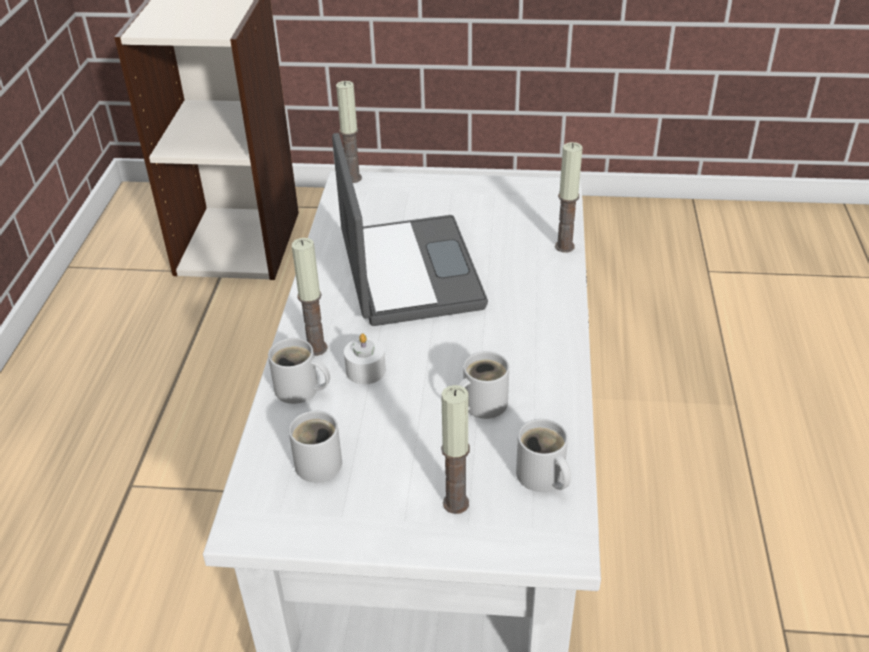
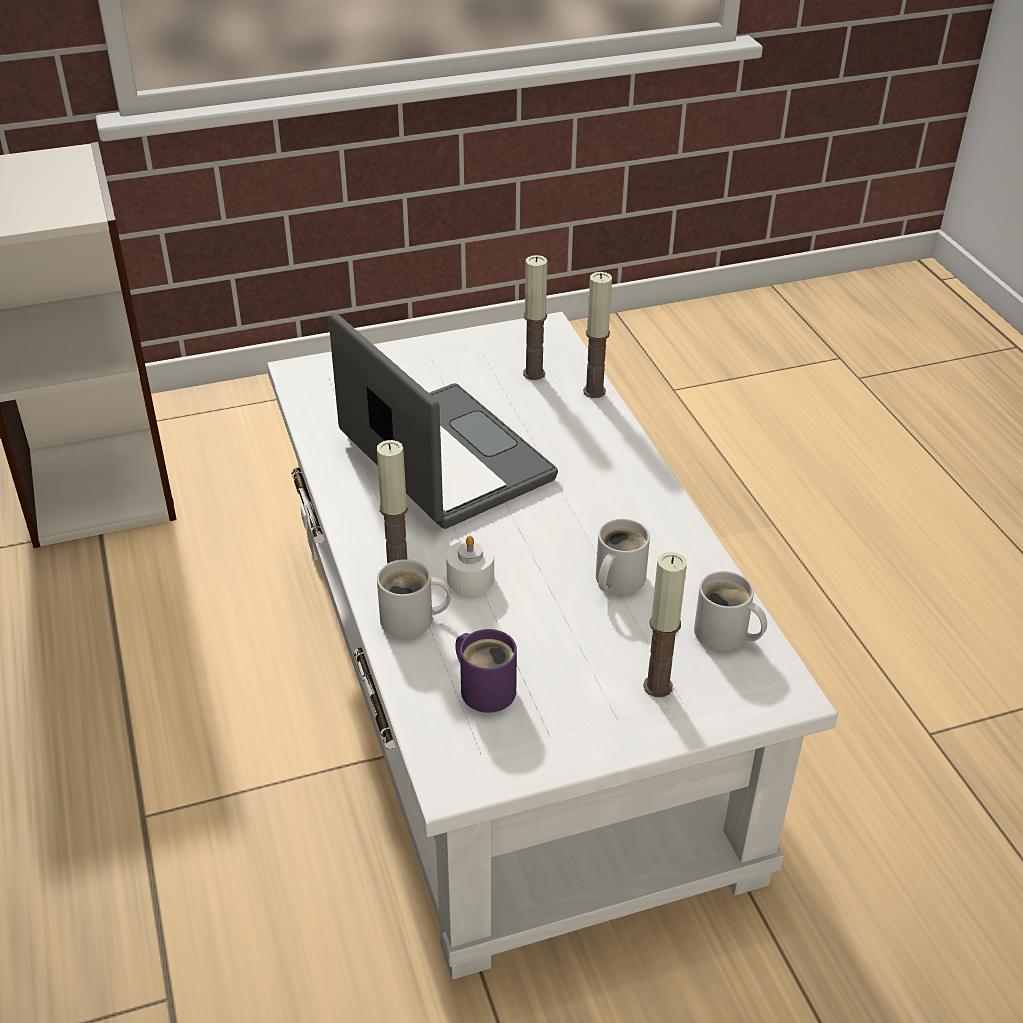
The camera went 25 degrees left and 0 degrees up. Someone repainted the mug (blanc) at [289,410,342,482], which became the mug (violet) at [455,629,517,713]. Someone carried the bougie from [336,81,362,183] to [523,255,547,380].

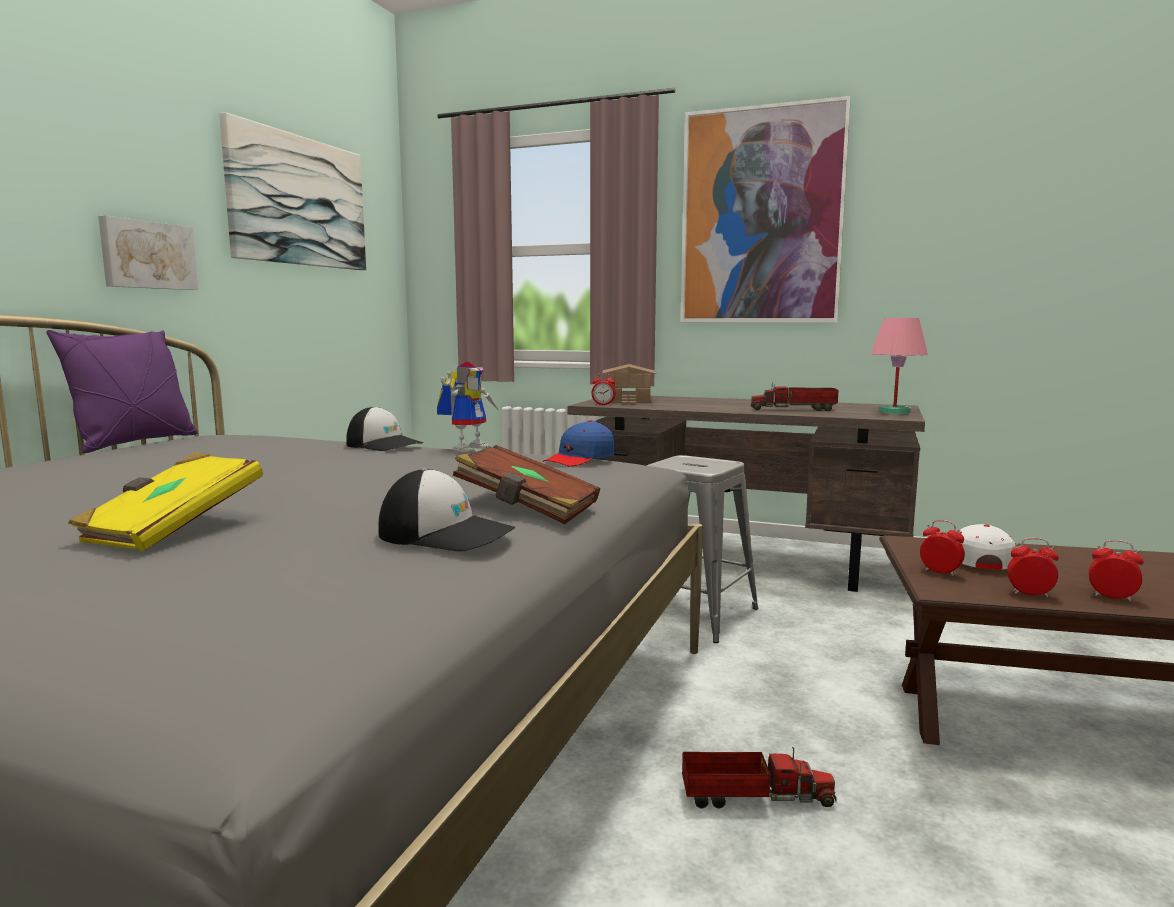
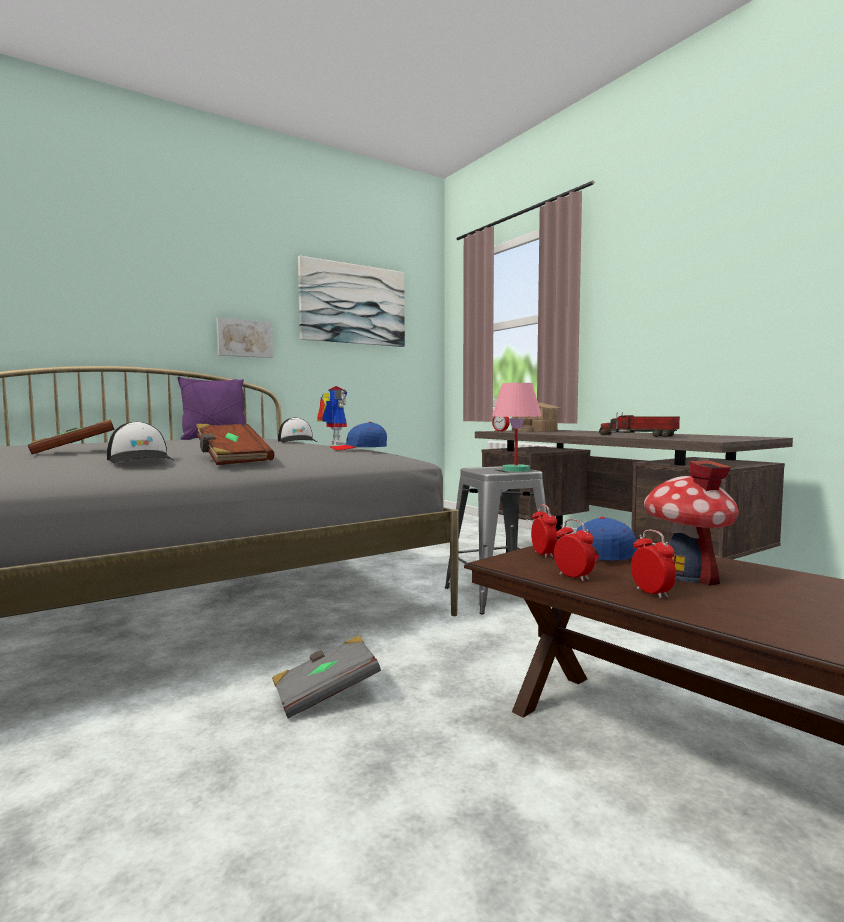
The camera went 35 degrees right and 5 degrees down. Someone repainted the livre (jaune) at [68,452,263,551], which became the livre (marron) at [28,419,115,454]. Someone swapped the camion jouet at [682,747,837,808] for the livre (gris) at [272,635,381,718]. Someone rotated the robot jouet at [437,362,498,452] by 90 degrees counterclockwise. Someone carried the lampe de table (rose) from [871,318,928,414] to [492,383,542,472]. Someone repainted the casquette (blanc) at [959,524,1016,569], which became the casquette (bleu) at [576,517,639,561]. Someone put down the maison miniature at [644,460,739,586]. Someone took away the tableau at [681,96,851,322].

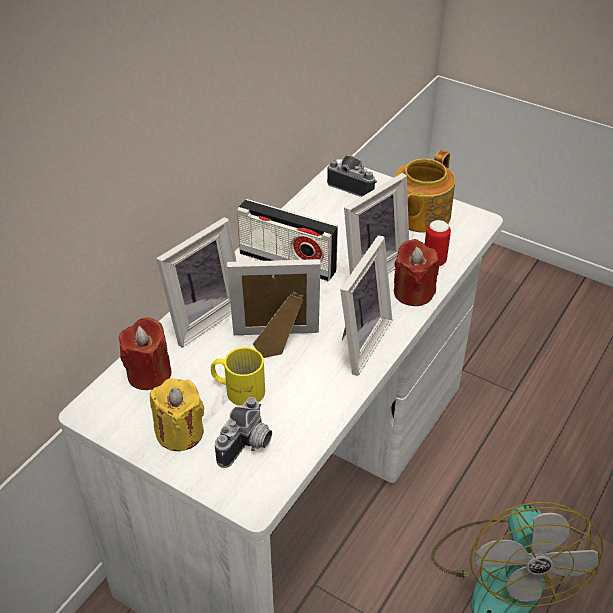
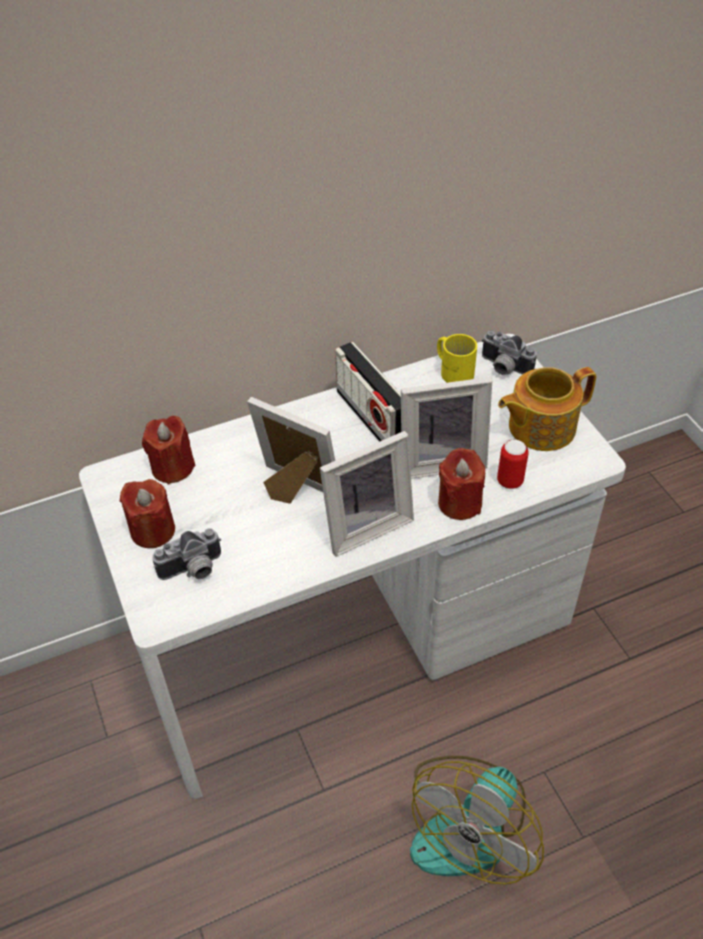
The camera went 35 degrees right and 5 degrees up. Someone repainted the bougie (jaune) at [150,378,204,451], which became the bougie (rouge) at [120,479,175,548]. Someone carried the mug (jaune) from [211,347,265,406] to [437,334,477,383]. Someone rotated the appareil photo at [327,155,377,197] by 150 degrees clockwise. Someone took away the cadre photo at [156,217,237,347].

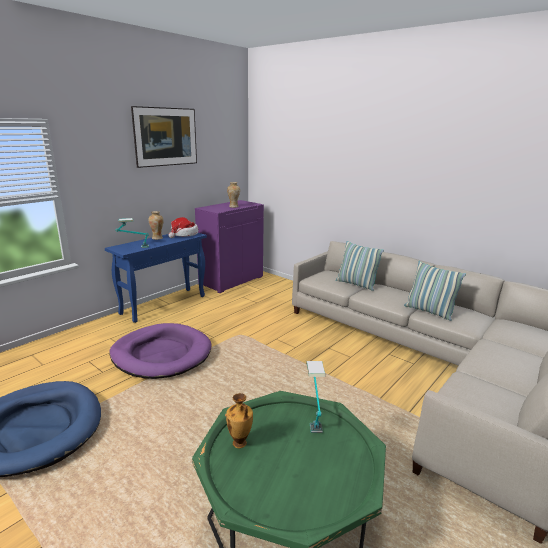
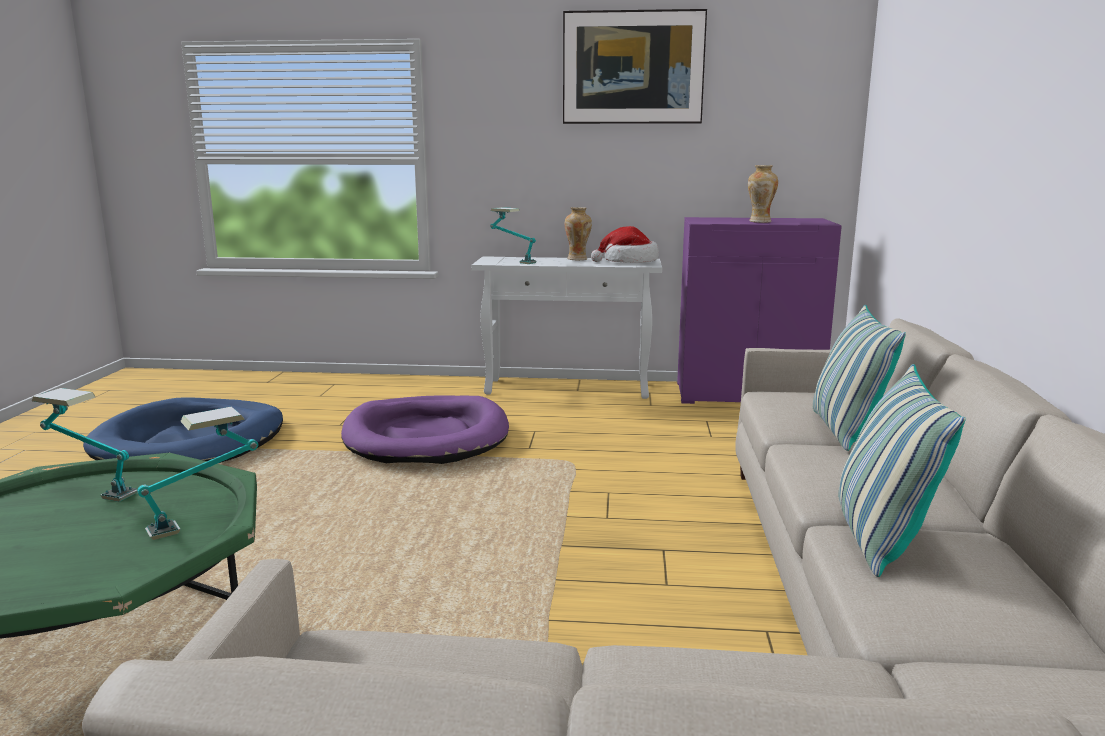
The camera went 55 degrees right and 5 degrees down. Someone swapped the vase at [226,393,253,448] for the lampe de table at [32,388,137,502]. Someone repainted the table console (bleu) at [105,233,207,323], which became the table console (blanc) at [472,256,662,399].

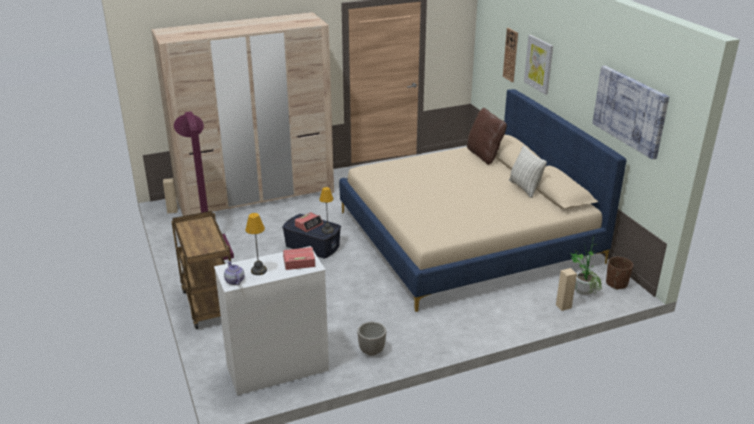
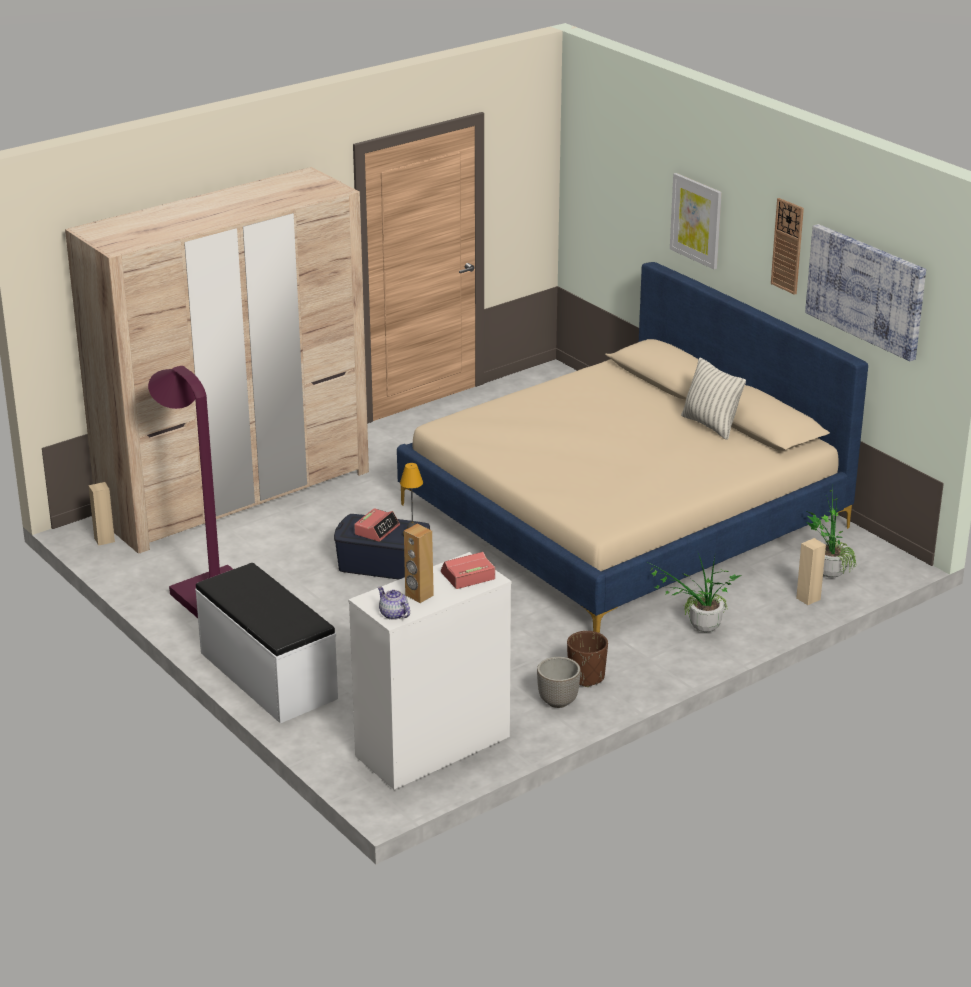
The camera went 15 degrees left and 0 degrees up. Someone swapped the chariot (marron) at [171,211,231,329] for the banc (blanc) at [195,563,338,723]. Someone swapped the lampe de table at [246,213,267,275] for the enceinte (marron) at [404,523,434,603]. Someone carried the cache-pot (marron) from [606,257,633,290] to [567,631,608,687]. Someone put down the plante en pot at [651,552,742,632]. Someone carried the horloge murale from [503,28,518,82] to [771,198,804,295]. Someone took away the coussin (marron) at [467,108,507,165].

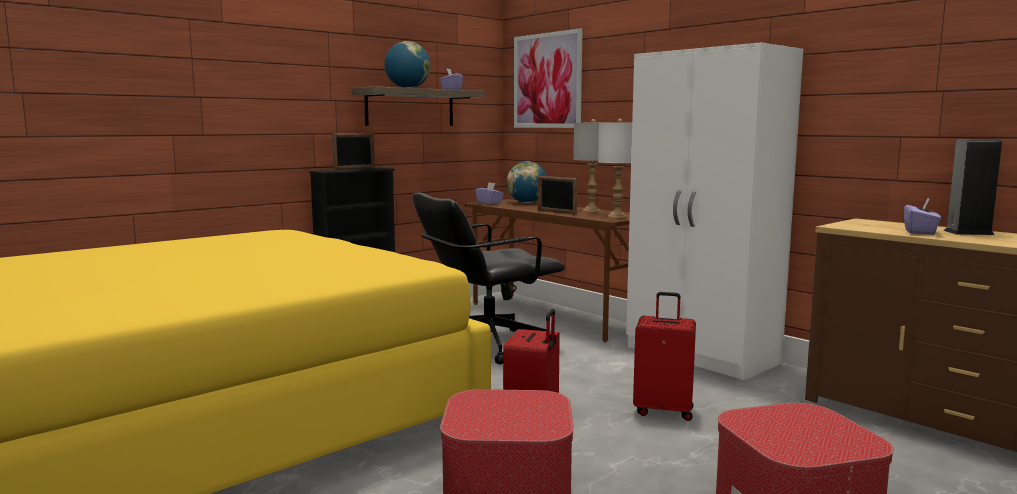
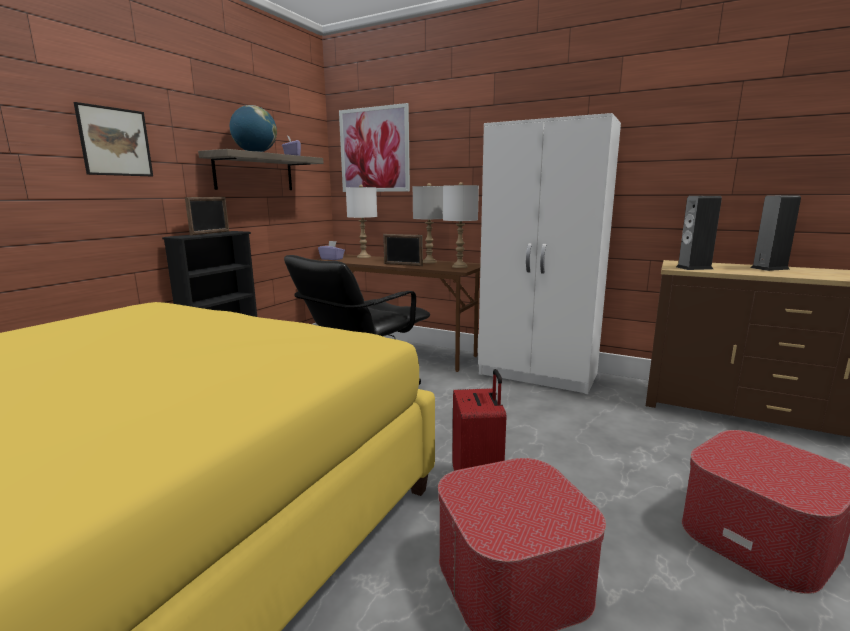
The camera went 20 degrees left and 5 degrees up. Someone put up the tableau at [74,102,153,176]. Someone swapped the globe at [507,162,547,203] for the lampe de table (blanc) at [346,185,377,258]. Someone put down the enceinte at [676,196,722,270]. Someone took away the valise (rouge) at [633,292,696,421]. Someone took away the boîte à mouchoirs (violet) at [904,198,941,235].

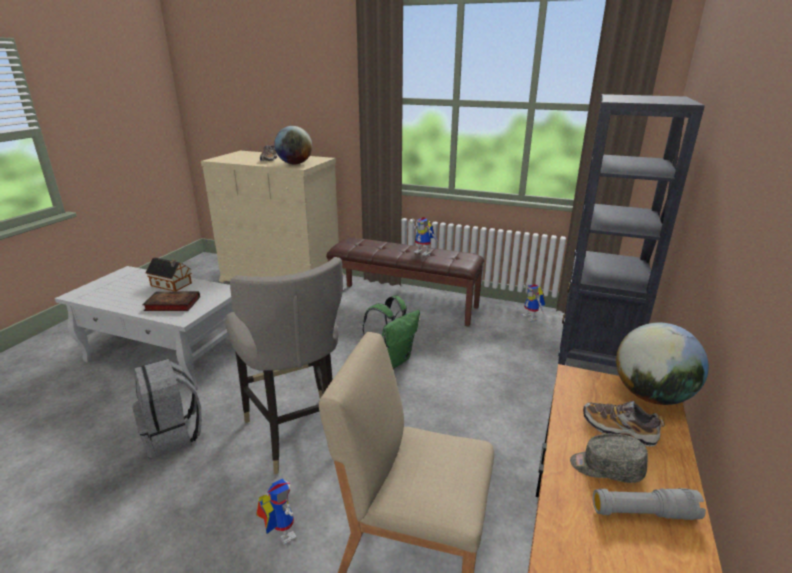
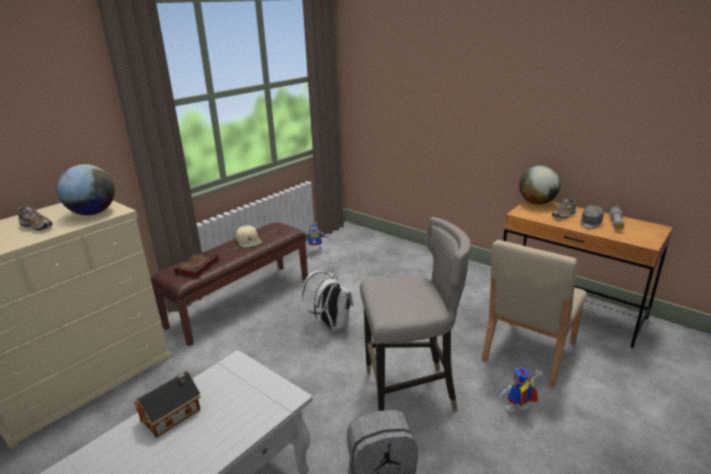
The camera went 70 degrees left and 0 degrees up. Someone carried the livre from [142,291,200,311] to [174,251,220,278]. Someone swapped the robot jouet at [409,217,439,256] for the casquette (beige) at [236,225,262,247]. Someone repainted the sac à dos (vert) at [363,296,420,368], which became the sac à dos (blanc) at [302,270,353,331]. Someone took away the bibliothèque (noir) at [556,94,705,375].

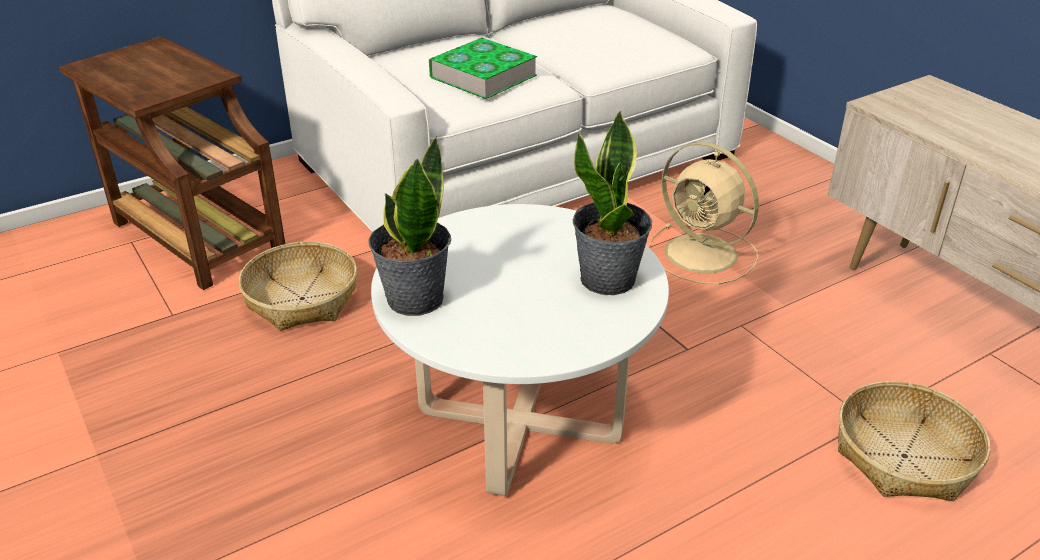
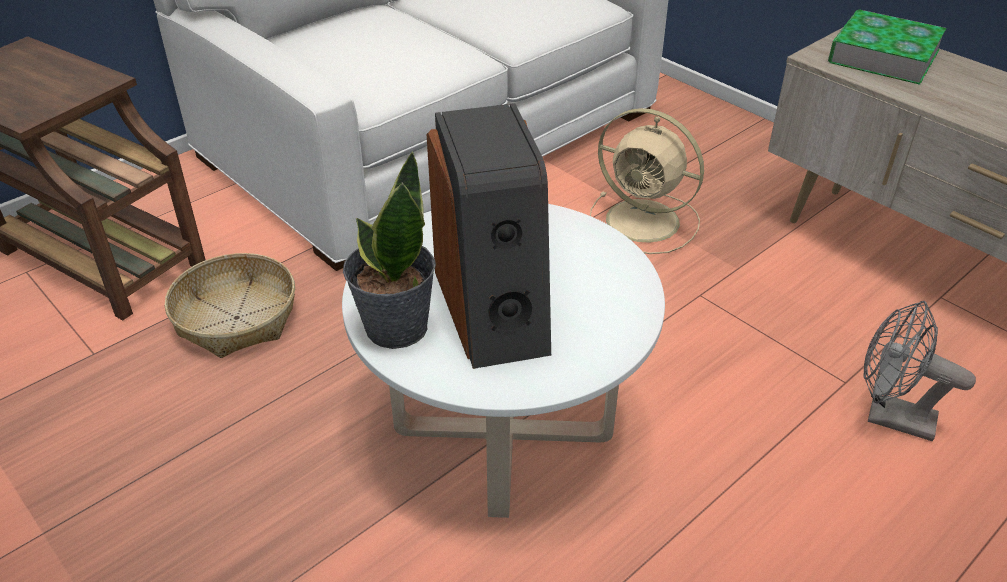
The camera went 10 degrees left and 5 degrees up. Someone put down the enceinte at [427,103,551,369]. Someone carried the livre from [429,38,537,99] to [828,9,946,85]. Someone swapped the panier at [838,381,990,501] for the ventilateur (gris) at [863,301,976,441]. Someone took away the plante en pot at [573,111,652,295].

